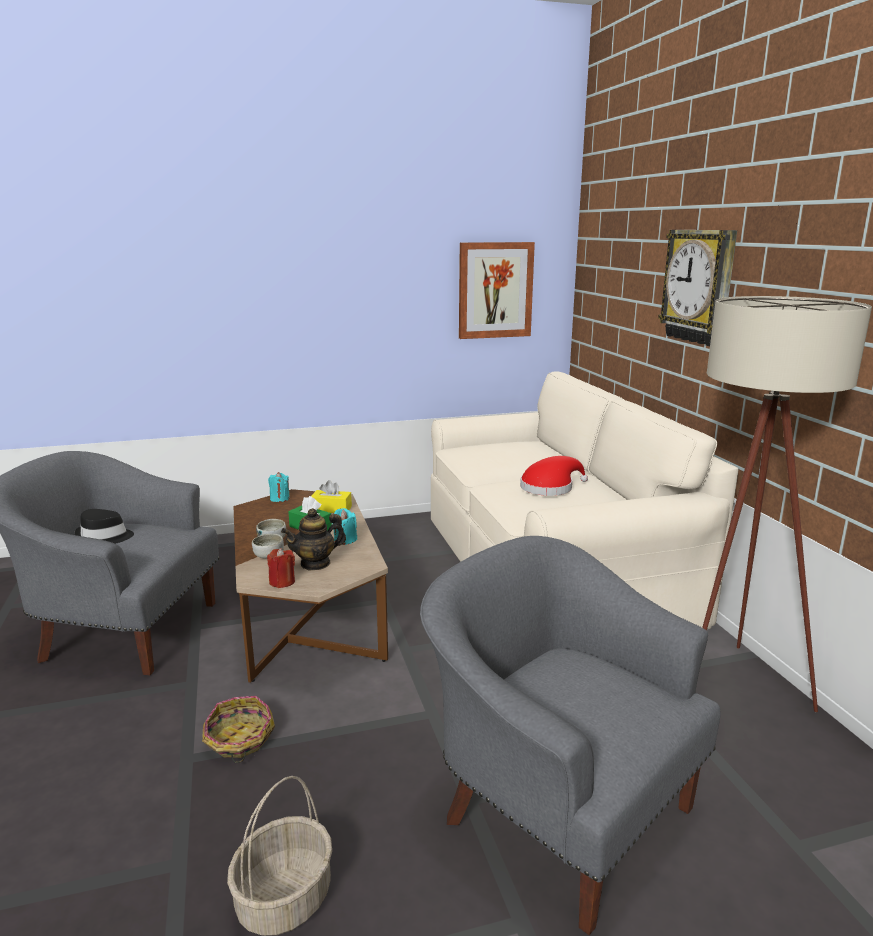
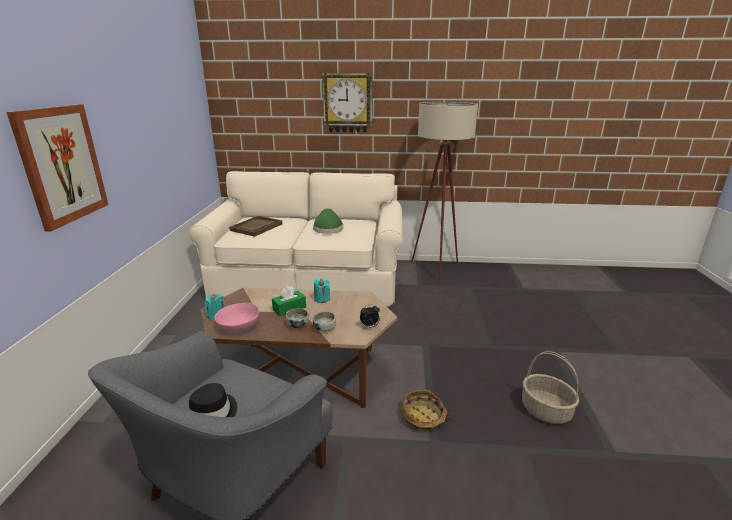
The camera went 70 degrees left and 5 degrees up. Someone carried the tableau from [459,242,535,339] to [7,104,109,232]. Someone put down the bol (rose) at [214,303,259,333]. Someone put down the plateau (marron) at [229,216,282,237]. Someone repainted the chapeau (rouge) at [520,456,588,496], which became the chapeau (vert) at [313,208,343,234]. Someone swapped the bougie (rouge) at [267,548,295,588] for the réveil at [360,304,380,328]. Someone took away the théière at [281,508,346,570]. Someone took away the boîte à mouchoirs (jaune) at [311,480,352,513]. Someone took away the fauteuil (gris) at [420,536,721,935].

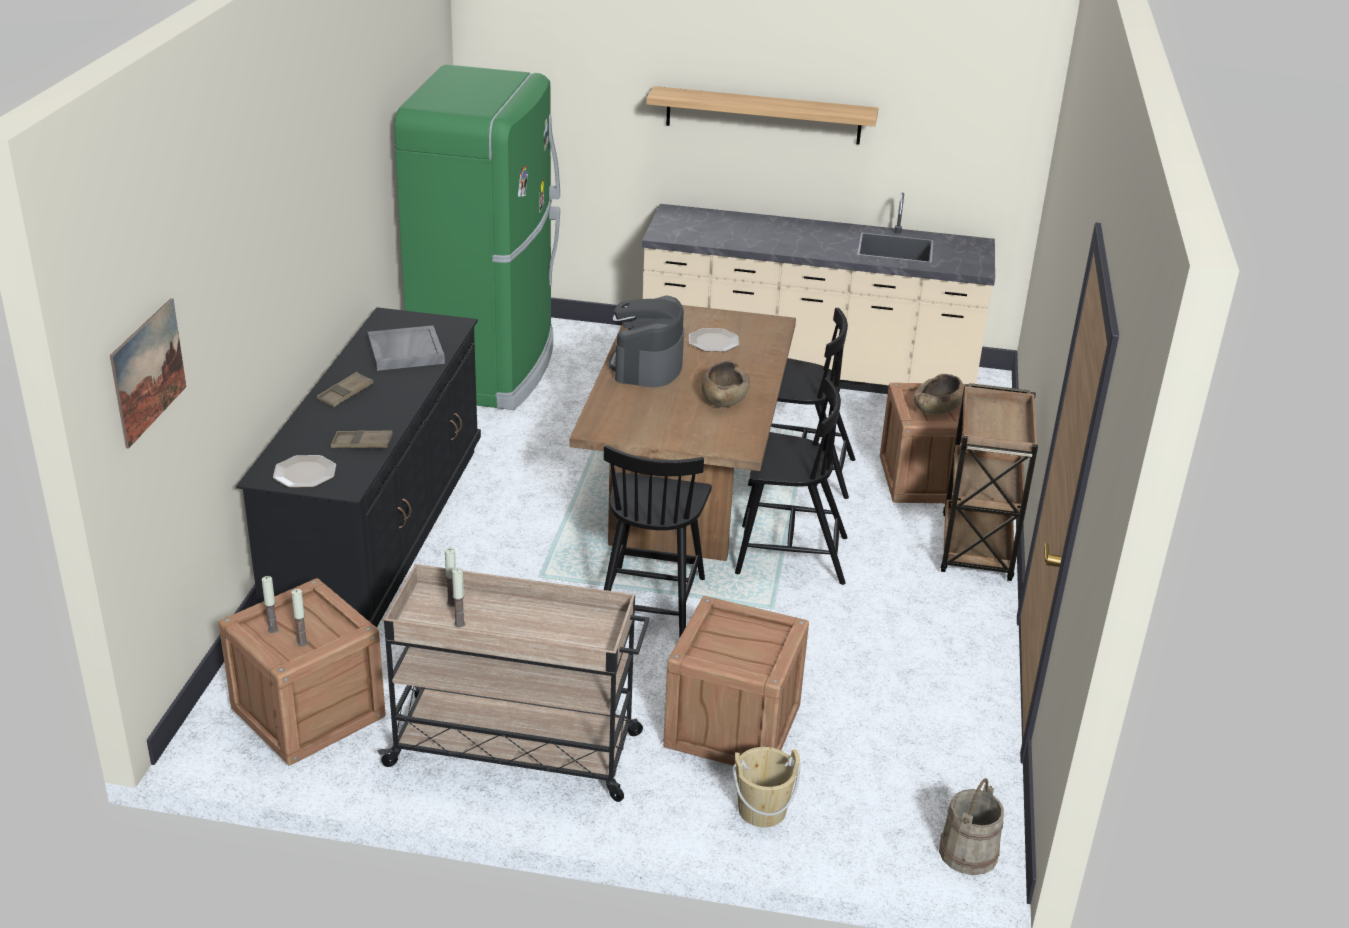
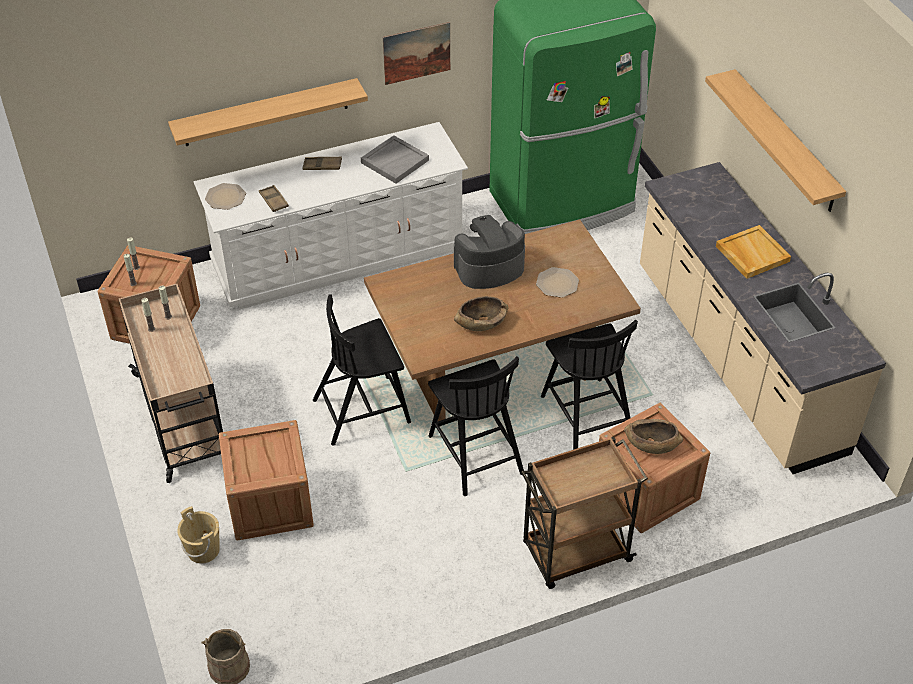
The camera went 60 degrees right and 15 degrees up. Someone put up the étagère at [168,78,368,146]. Someone repainted the commode (noir) at [236,307,481,628], which became the commode (blanc) at [194,122,468,310]. Someone carried the tableau from [110,298,186,448] to [383,22,450,85]. Someone put down the plateau (beige) at [716,225,791,279].

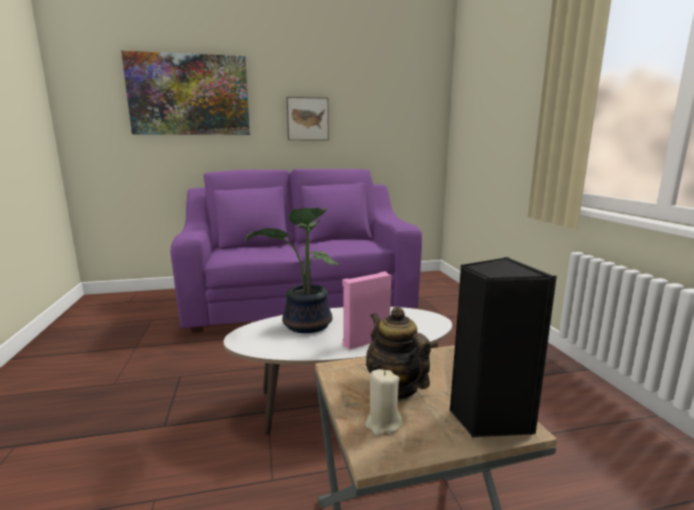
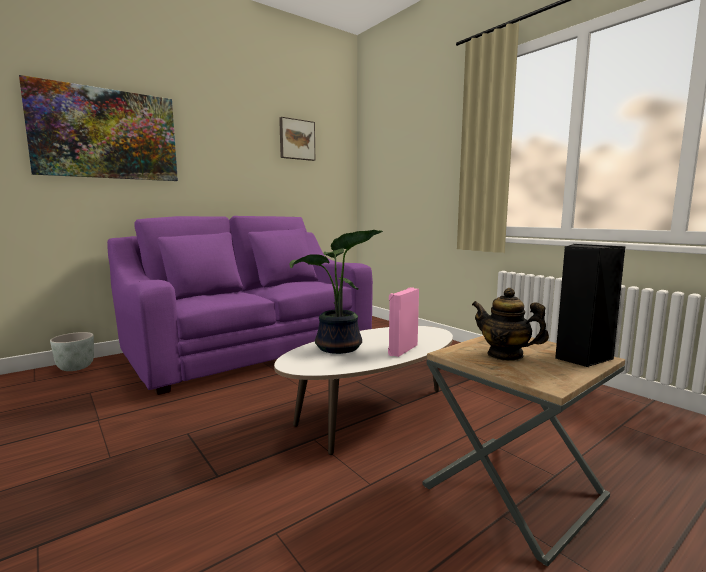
The camera went 25 degrees left and 5 degrees down. Someone put down the cache-pot (gris) at [50,332,94,371]. Someone carried the tableau from [286,97,329,140] to [279,117,315,161]. Someone took away the bougie (beige) at [365,369,402,436].

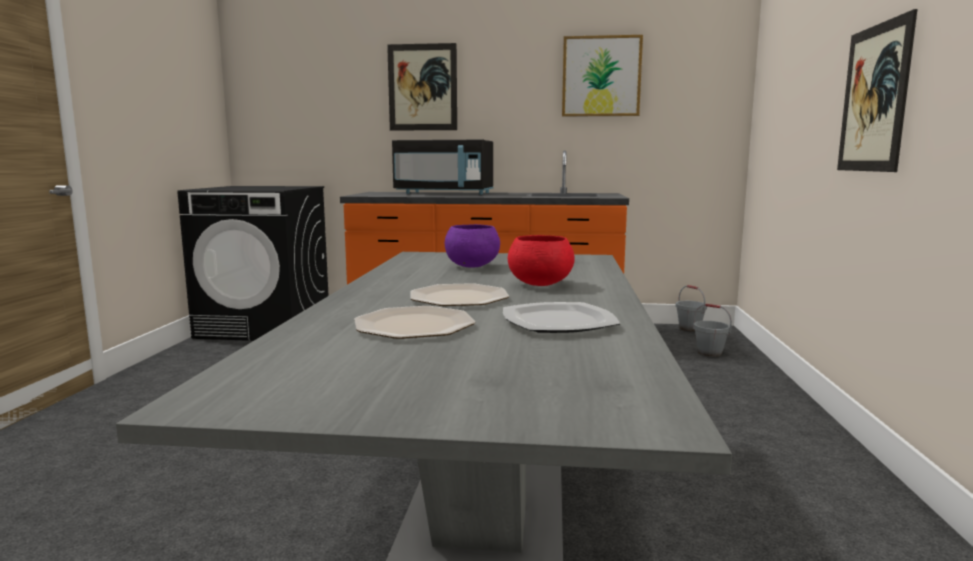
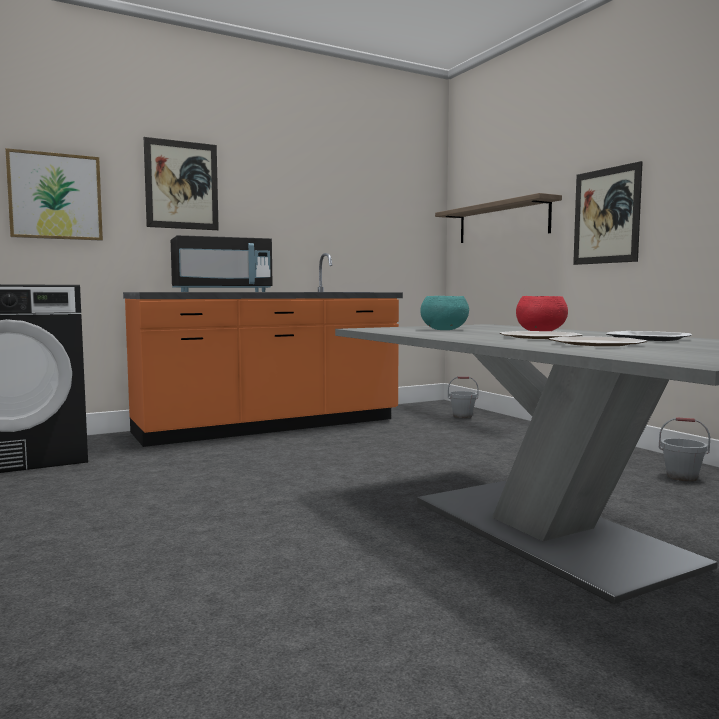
The camera went 35 degrees left and 5 degrees down. Someone carried the tableau from [562,35,643,117] to [5,148,103,241]. Someone repainted the bol (violet) at [445,224,500,267], which became the bol (turquoise) at [420,296,469,330]. Someone put up the étagère at [435,193,562,243]. Someone carried the seau (gris) from [675,285,707,331] to [659,417,710,481].

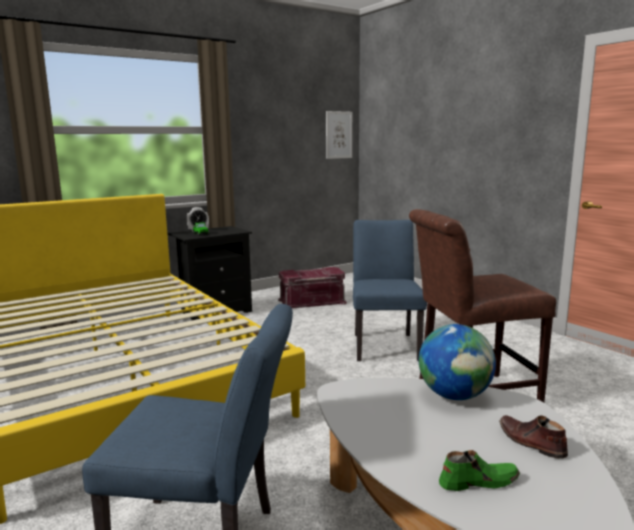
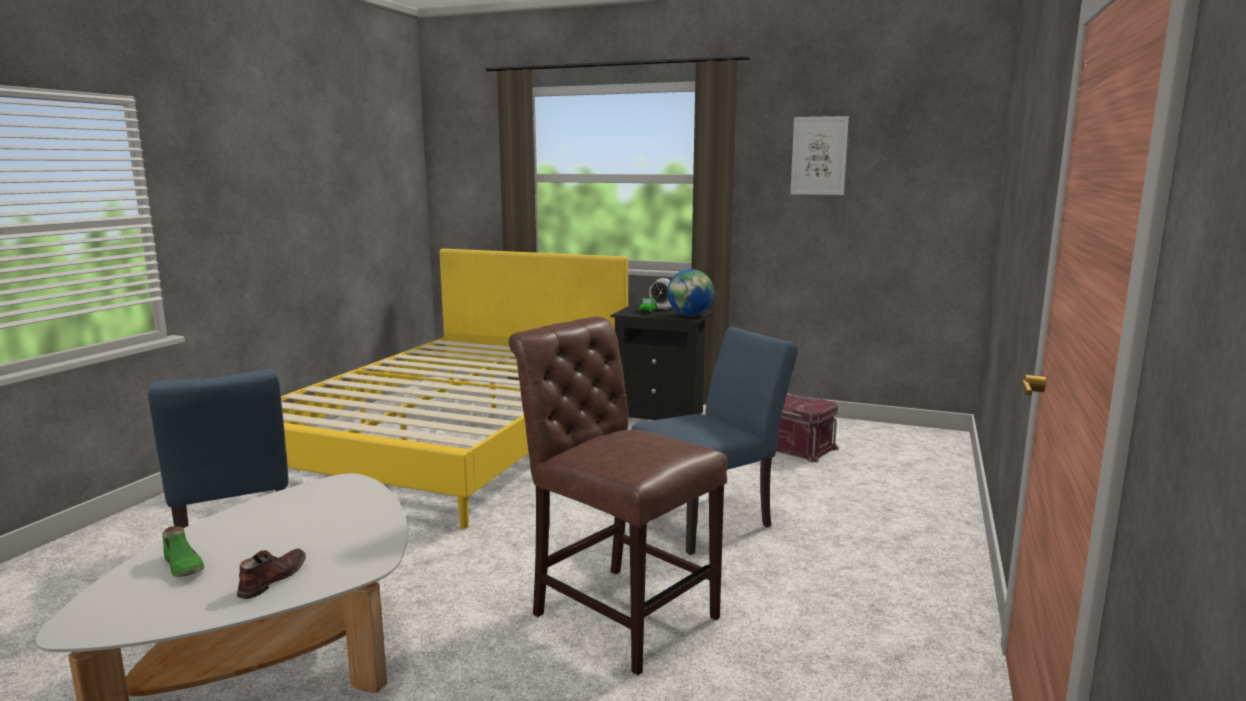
The camera went 55 degrees right and 0 degrees up. Someone carried the globe from [419,324,496,400] to [667,269,714,316]. Someone carried the tableau from [326,111,352,159] to [790,116,849,195].

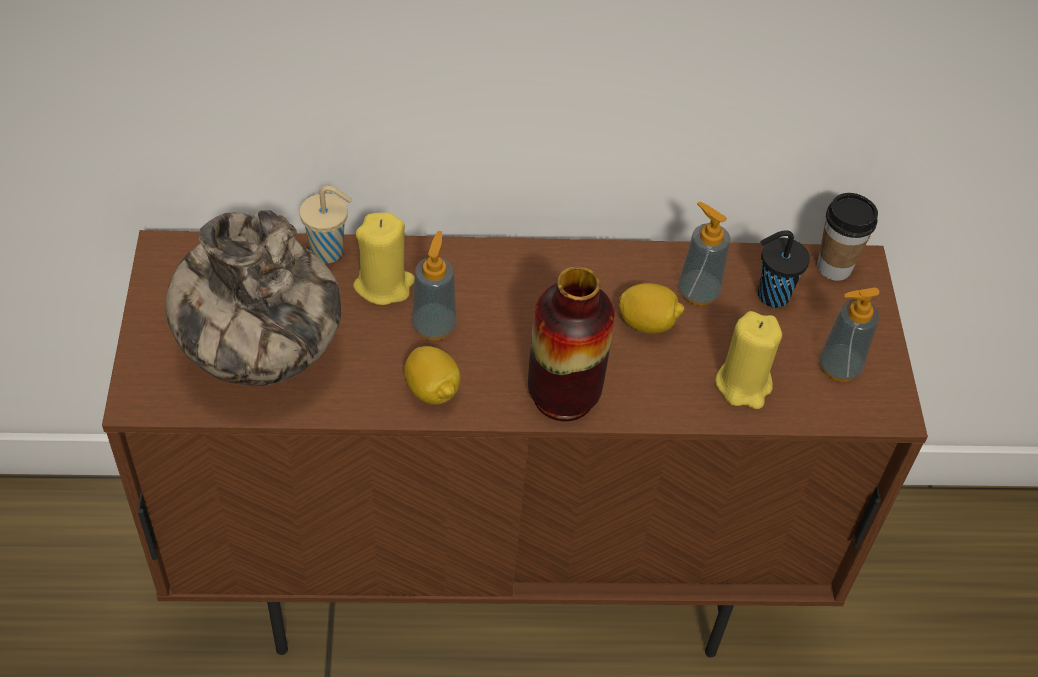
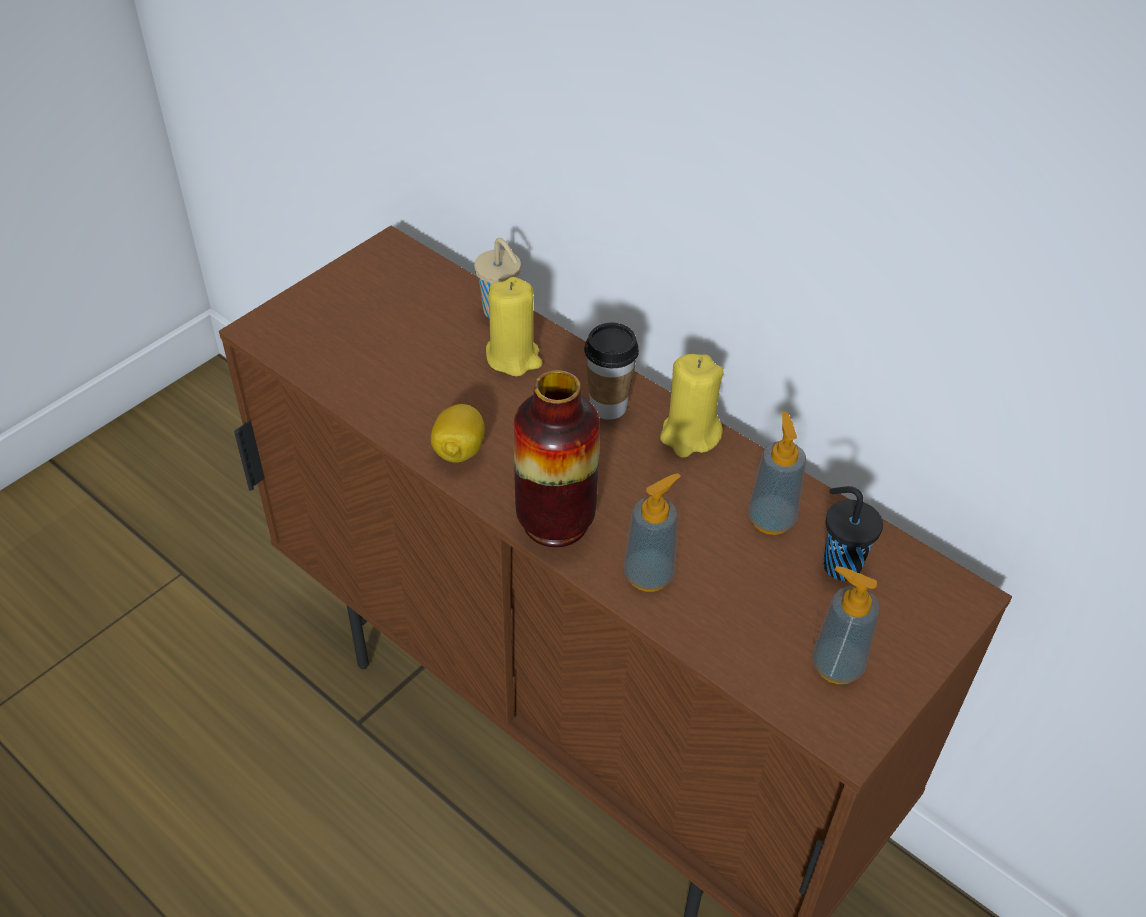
The camera went 45 degrees right and 5 degrees down. Someone carried the tasse from [817,193,878,281] to [584,322,639,420]. Someone carried the distributeur de savon from [411,231,457,340] to [624,473,681,592]. Someone carried the bougie (jaune) from [715,311,782,409] to [660,354,724,458]. Someone took away the vase at [165,210,341,386]. Someone took away the citron at [619,283,685,334].

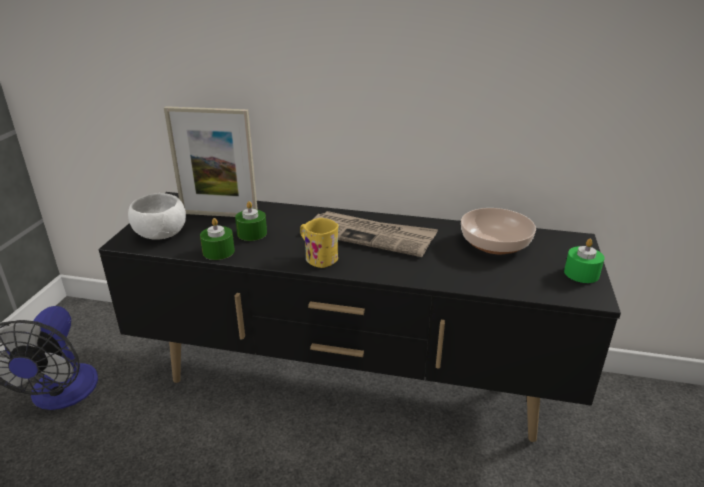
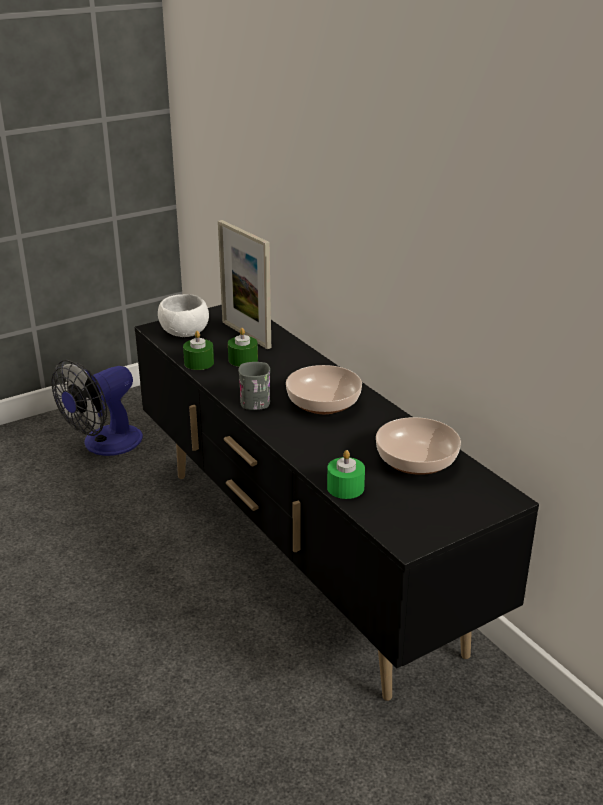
The camera went 45 degrees right and 0 degrees up. Someone repainted the mug (jaune) at [300,218,339,268], which became the mug (gris) at [238,362,270,410]. Someone swapped the journal at [312,211,438,257] for the bol at [286,365,362,414]. Someone carried the bougie (vert) from [564,239,605,283] to [327,450,365,499].

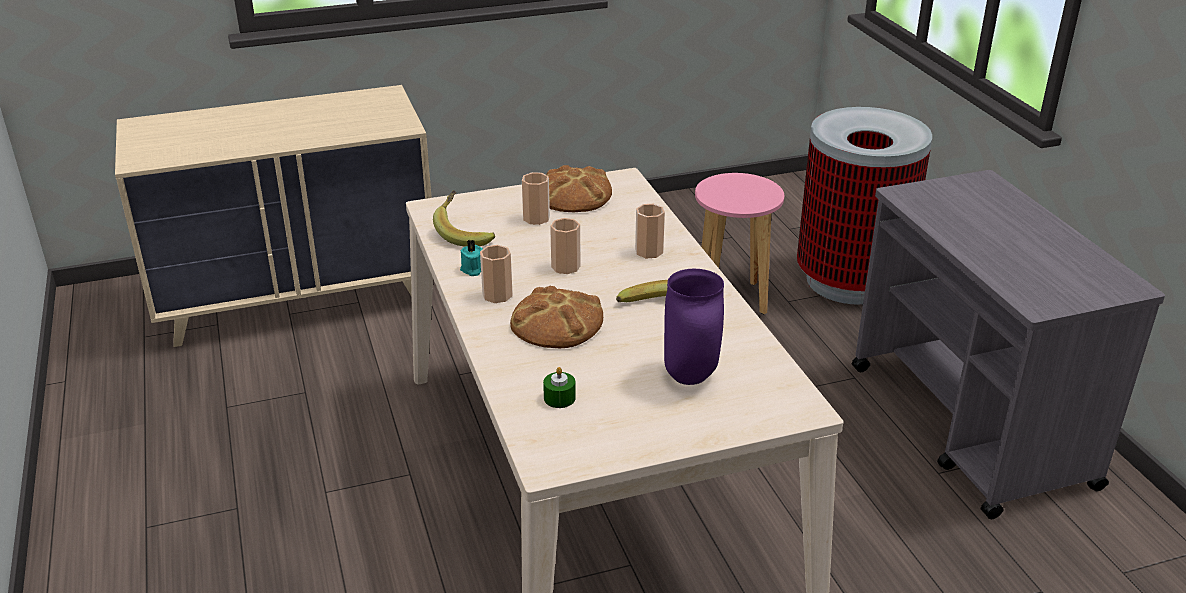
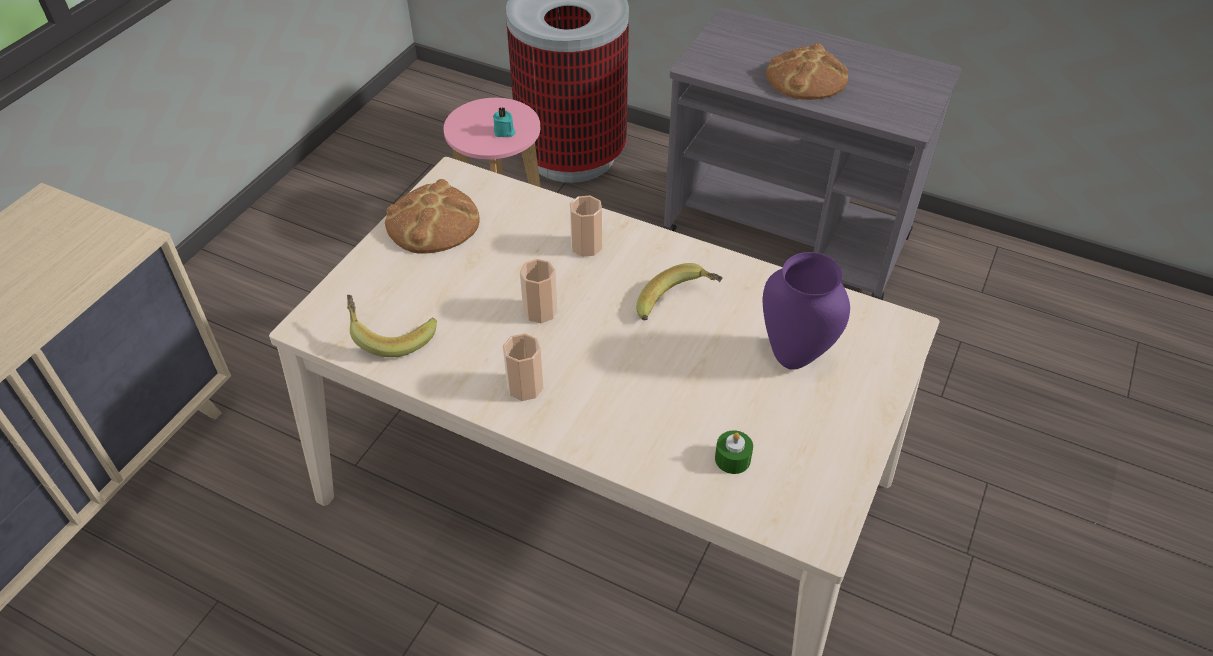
The camera went 45 degrees left and 15 degrees up. Someone carried the bougie (turquoise) from [460,239,483,276] to [493,107,516,137]. Someone carried the pain from [510,286,603,348] to [766,43,848,100]. Someone took away the tasse at [522,172,550,225].

